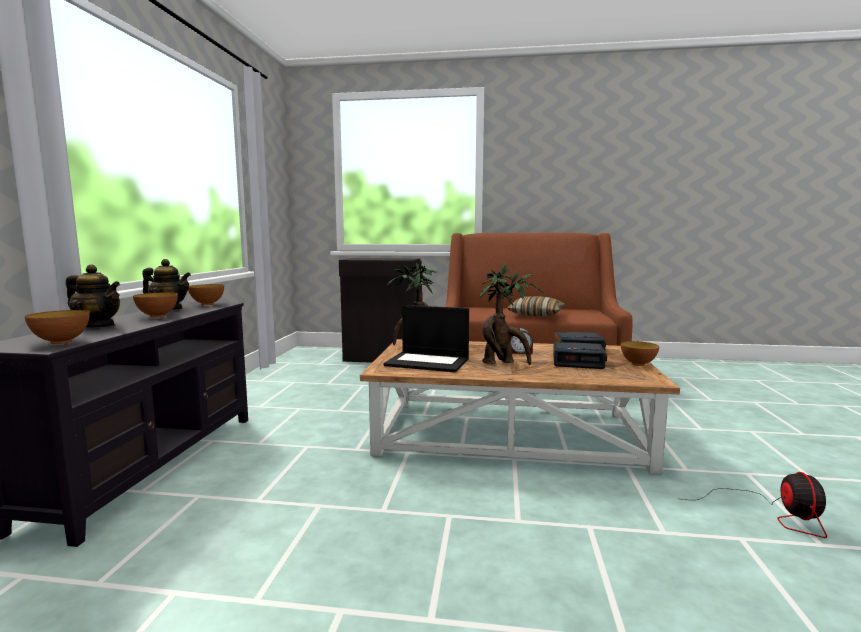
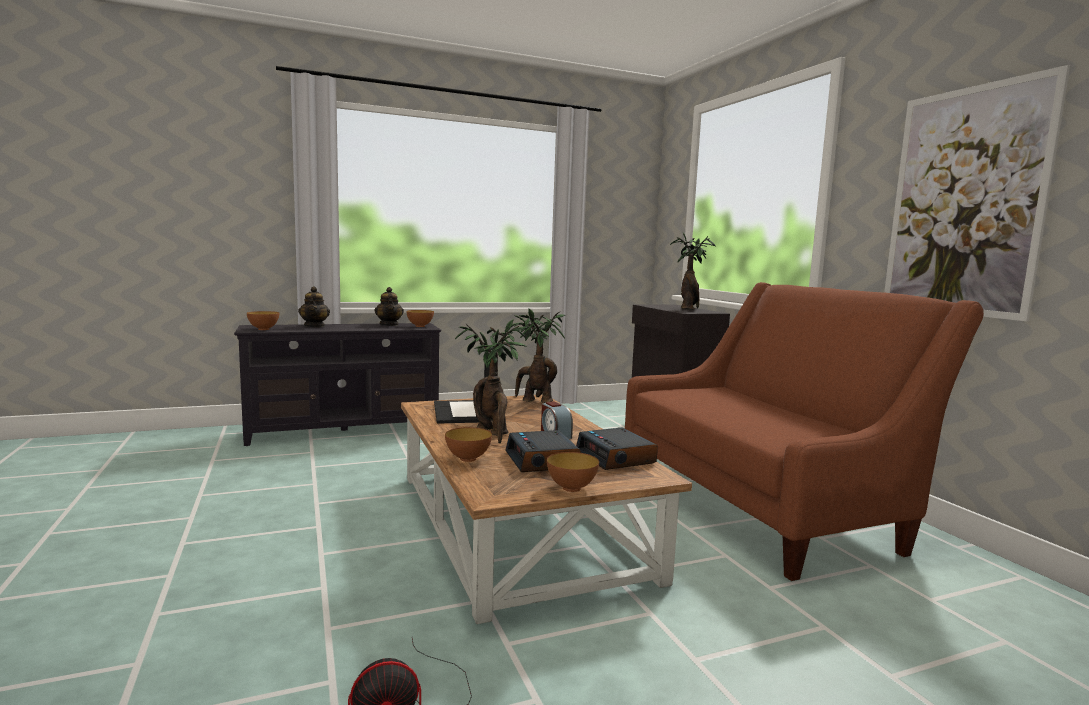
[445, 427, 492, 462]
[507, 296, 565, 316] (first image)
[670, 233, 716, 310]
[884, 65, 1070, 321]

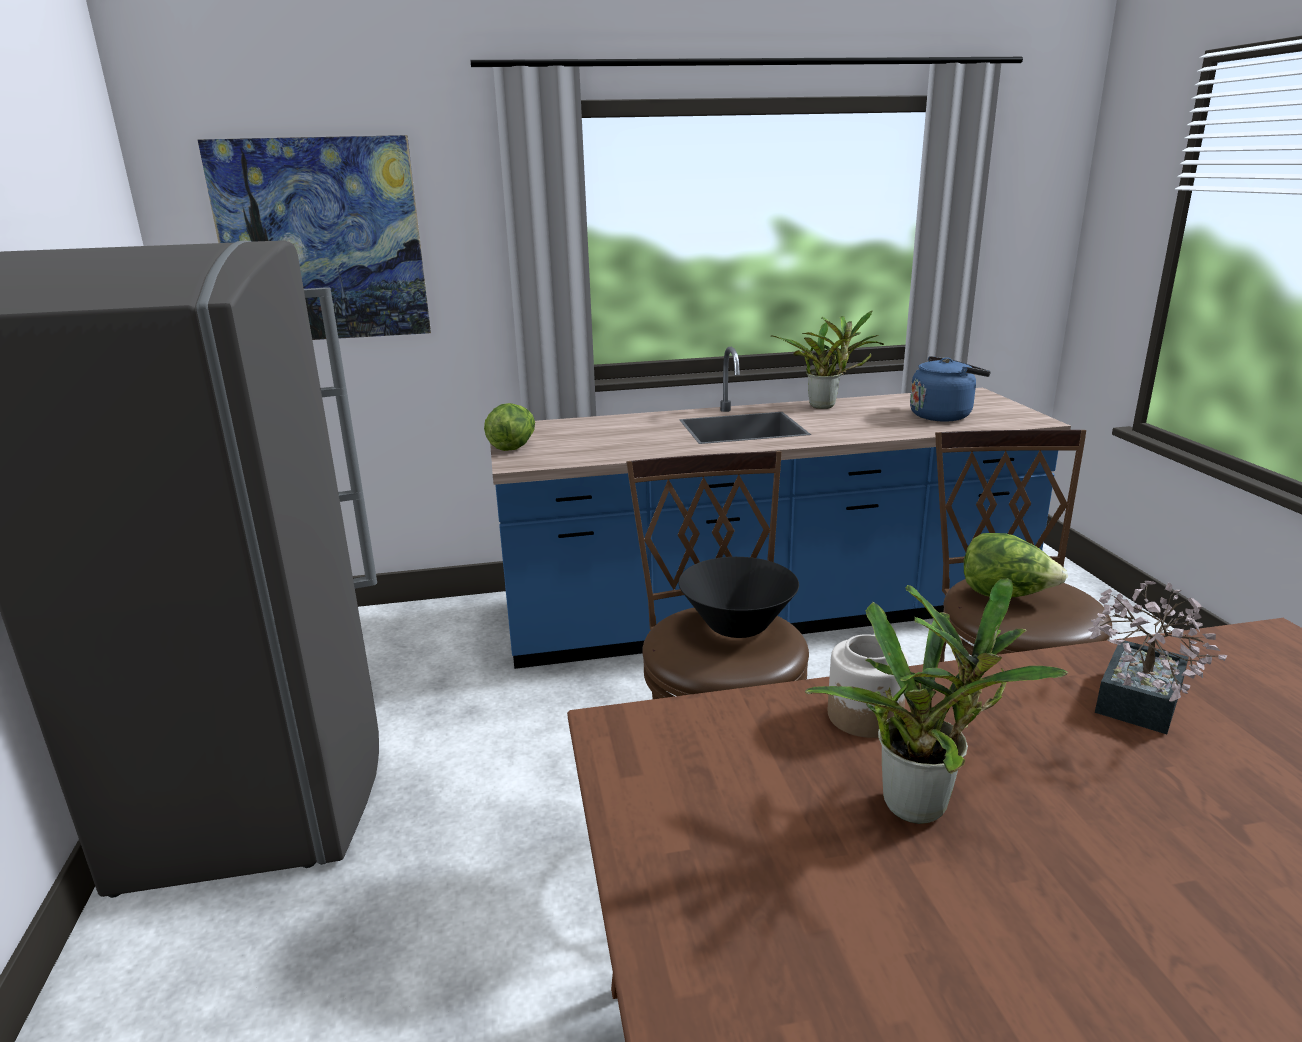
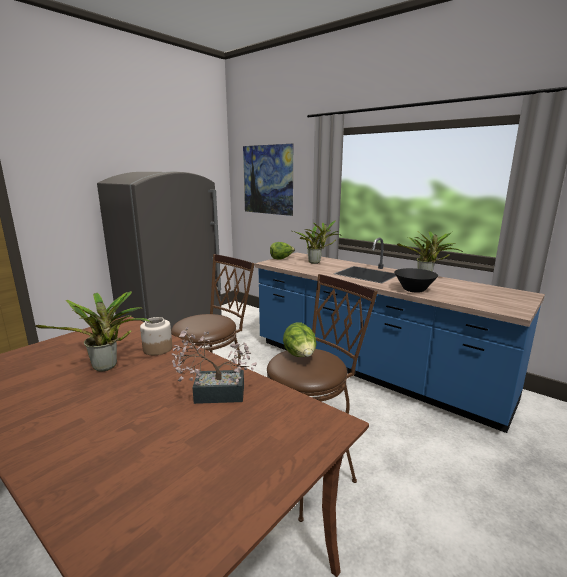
[394, 268, 438, 293]
[910, 356, 991, 421] (first image)
[293, 220, 341, 264]

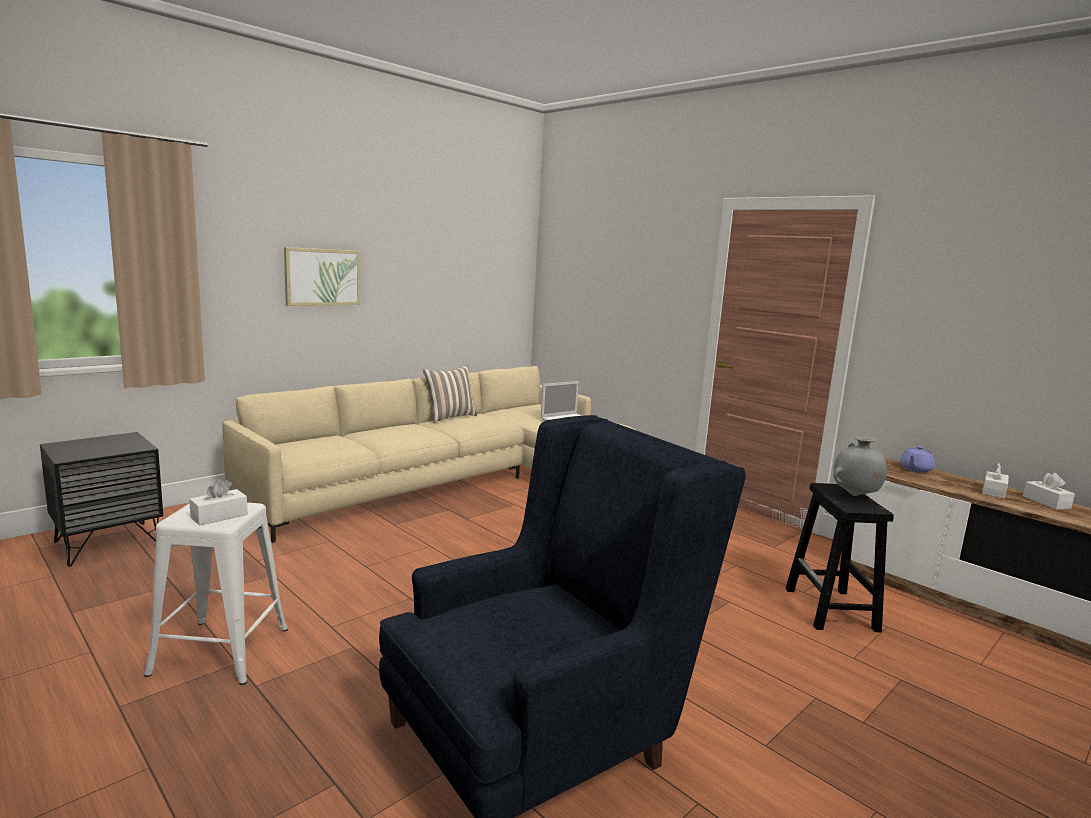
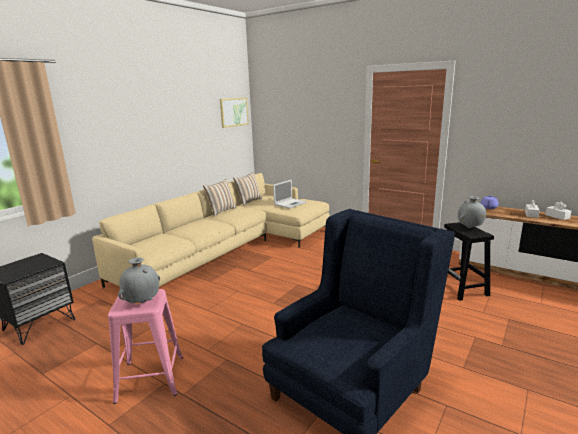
[108, 289, 183, 404]
[118, 257, 160, 303]
[220, 98, 249, 128]
[233, 172, 262, 206]

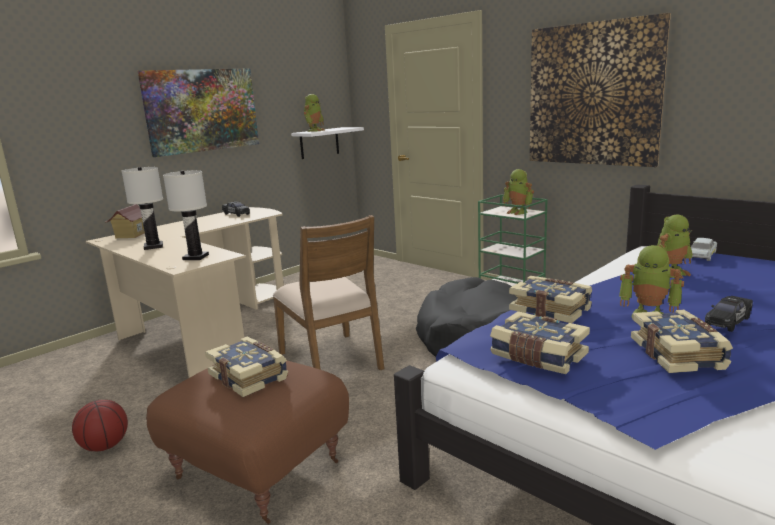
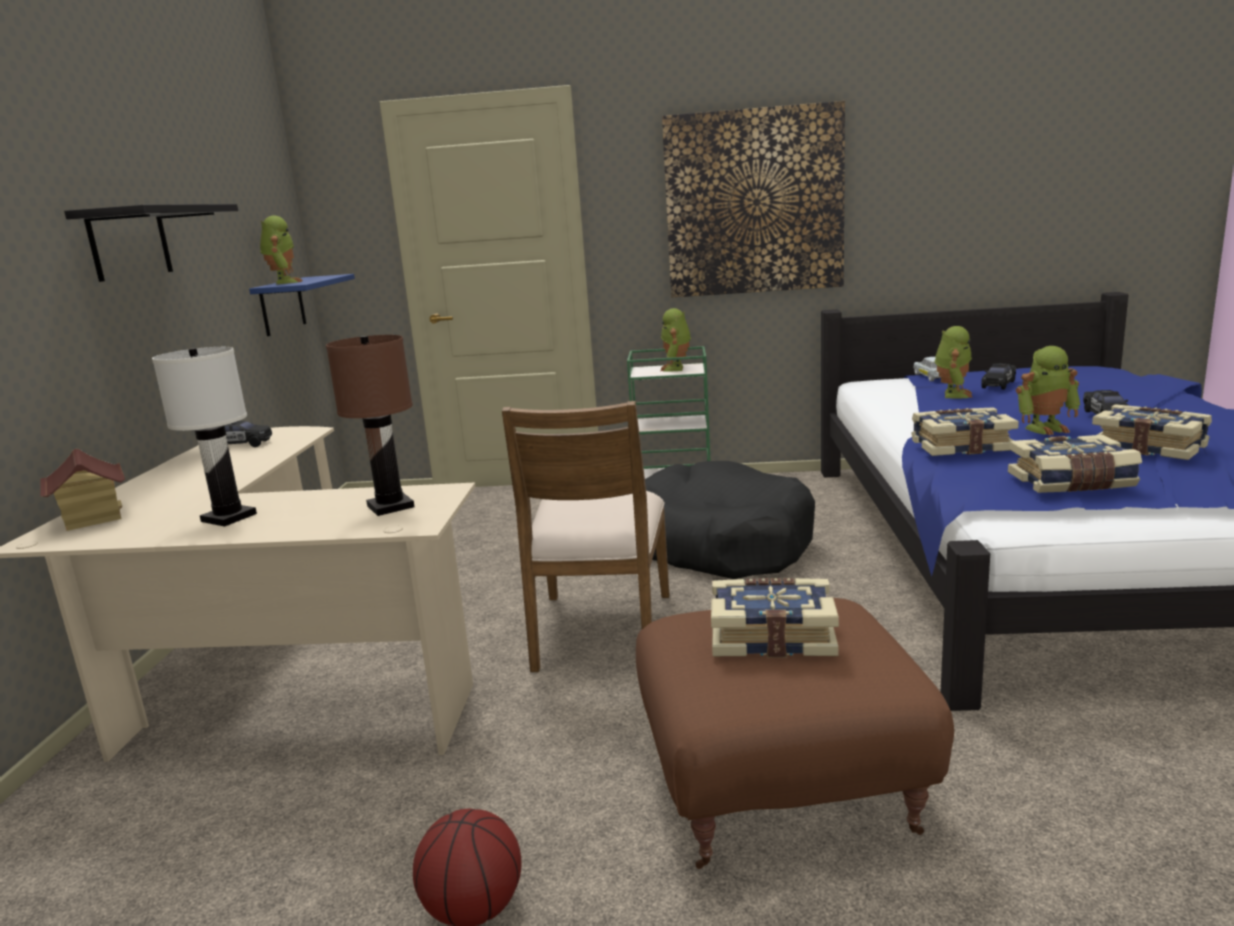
[64, 204, 238, 282]
[326, 335, 415, 516]
[502, 401, 669, 672]
[249, 274, 355, 336]
[660, 308, 691, 372]
[981, 363, 1016, 390]

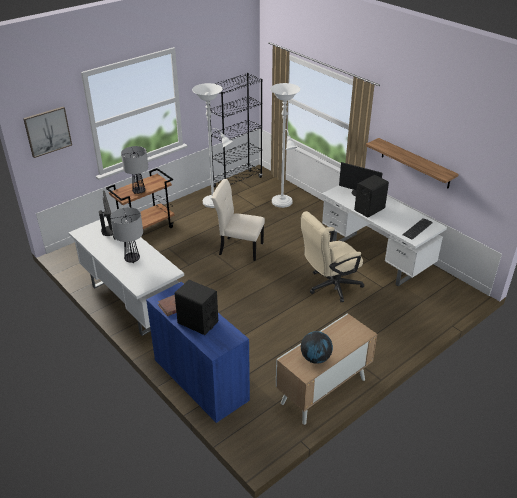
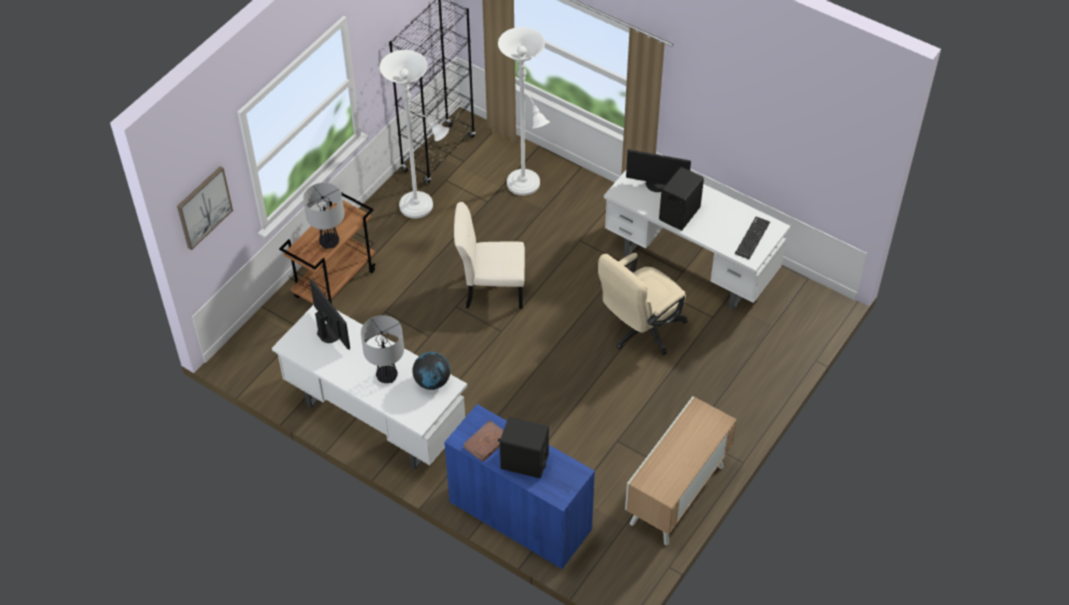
[412, 352, 450, 390]
[366, 138, 459, 189] (first image)

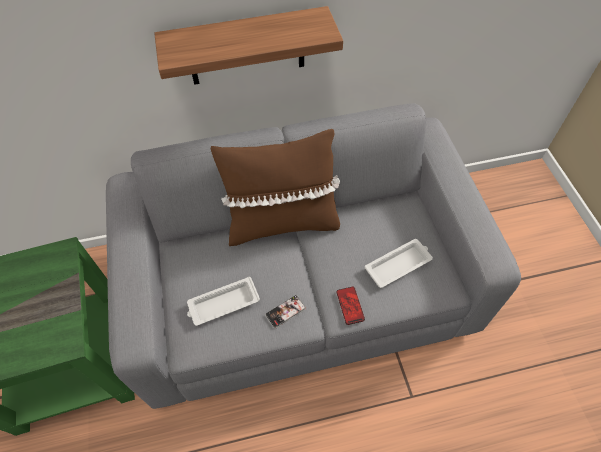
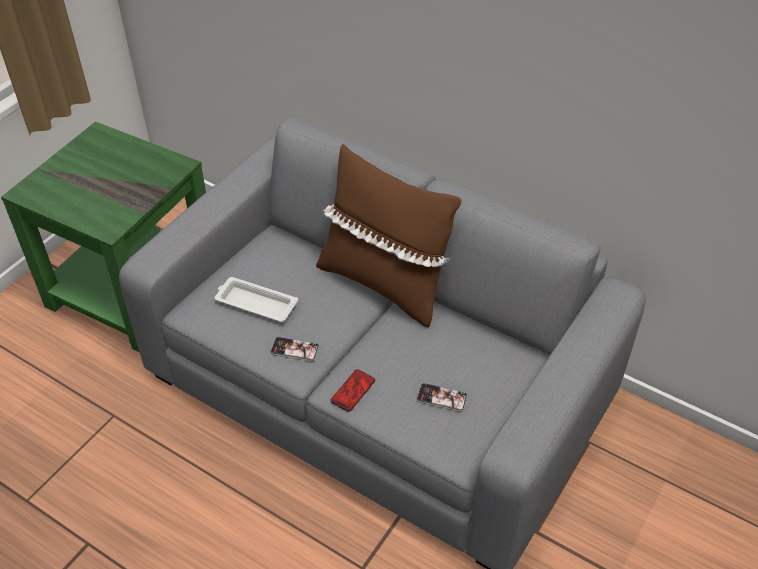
[154, 6, 343, 85] (first image)
[416, 383, 468, 412]

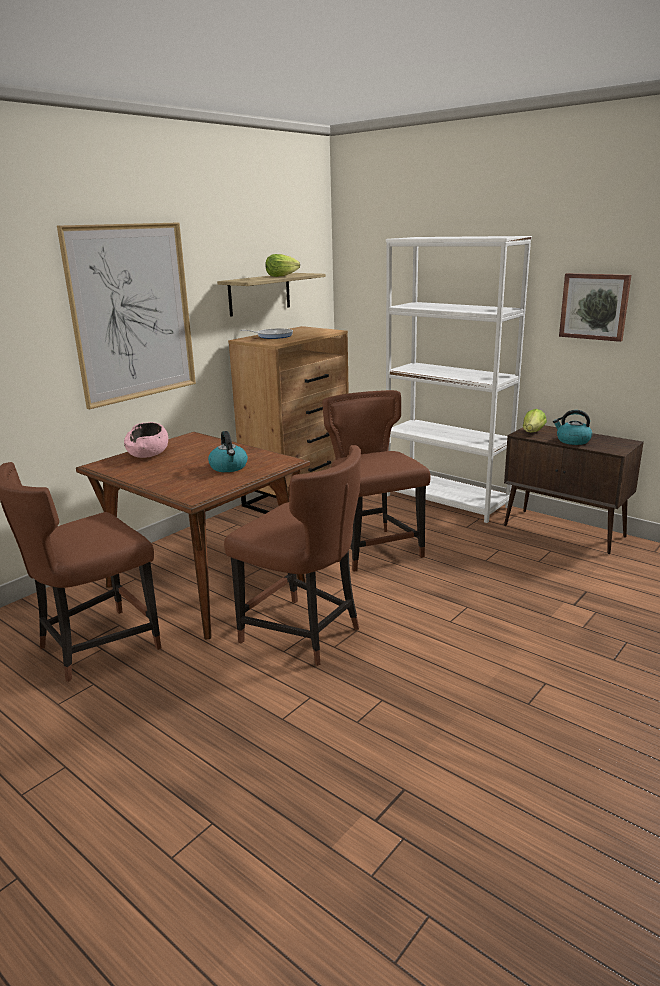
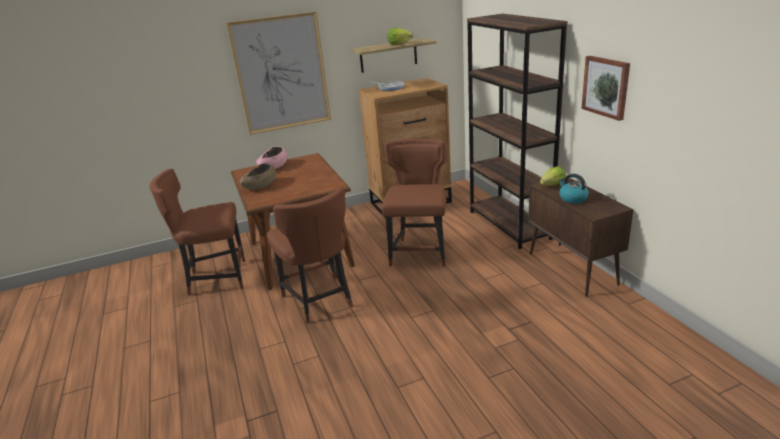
[208, 431, 248, 472] (first image)
[467, 14, 568, 249]
[240, 163, 276, 189]

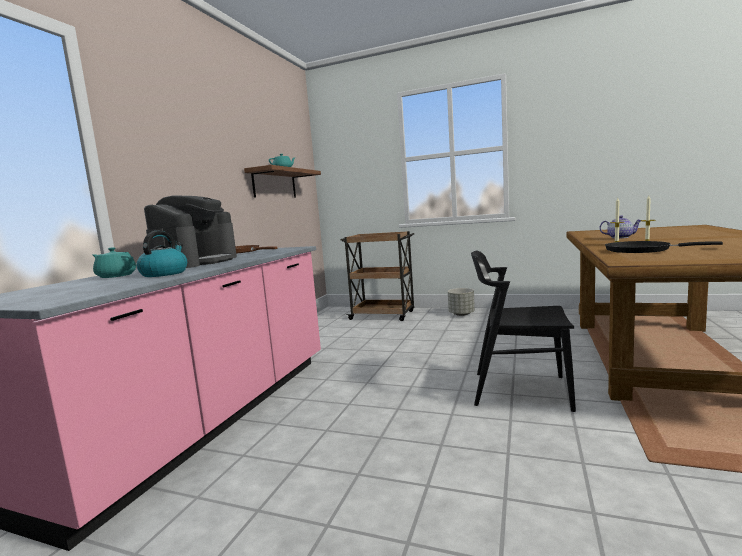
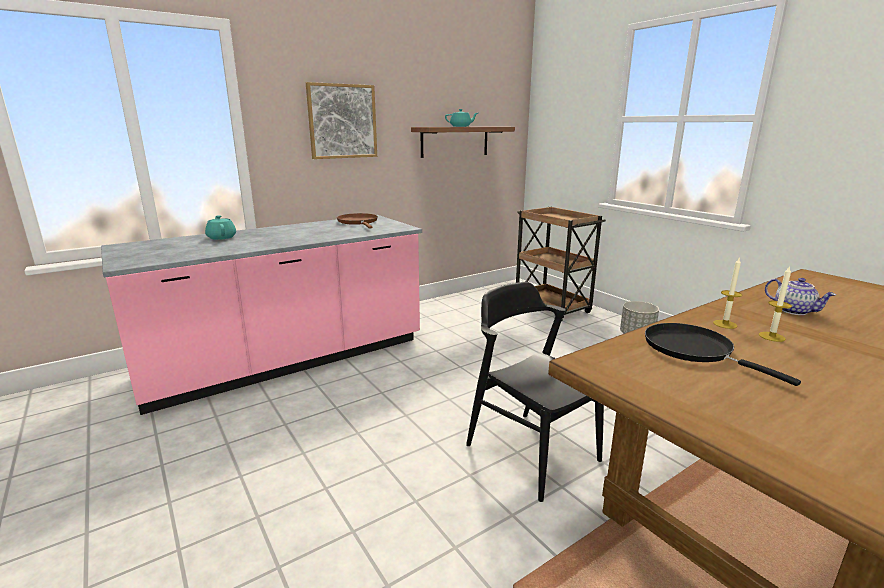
[136, 230, 187, 277] (first image)
[144, 195, 237, 268] (first image)
[306, 82, 377, 159]

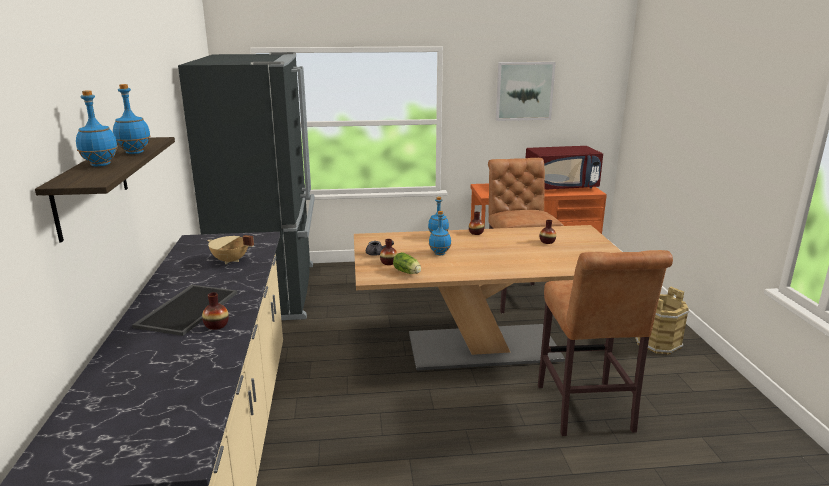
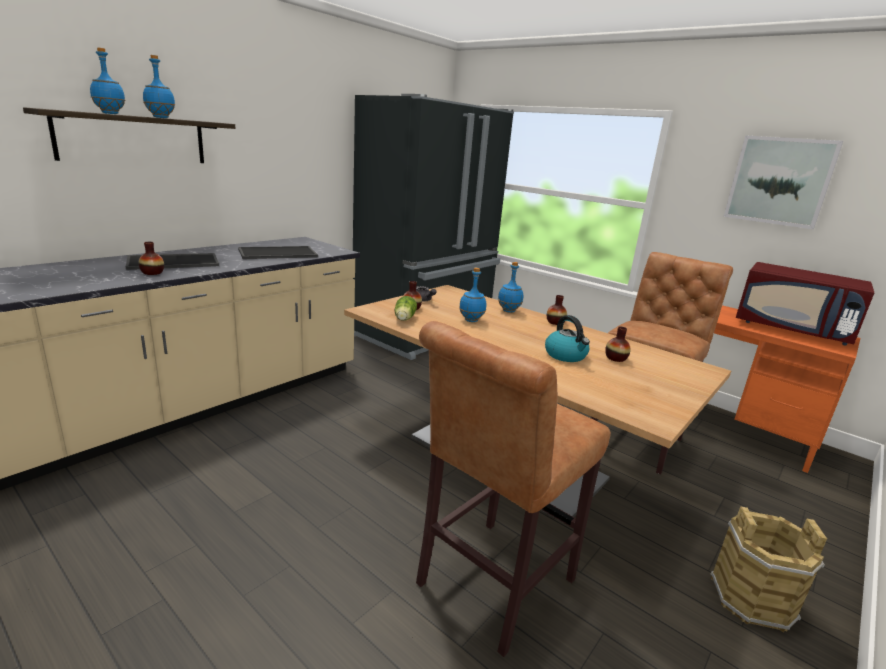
[238, 246, 318, 259]
[545, 315, 590, 362]

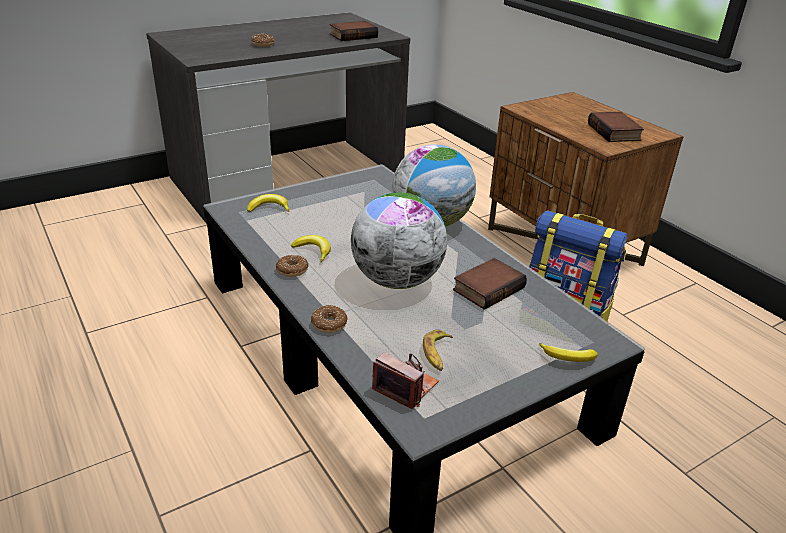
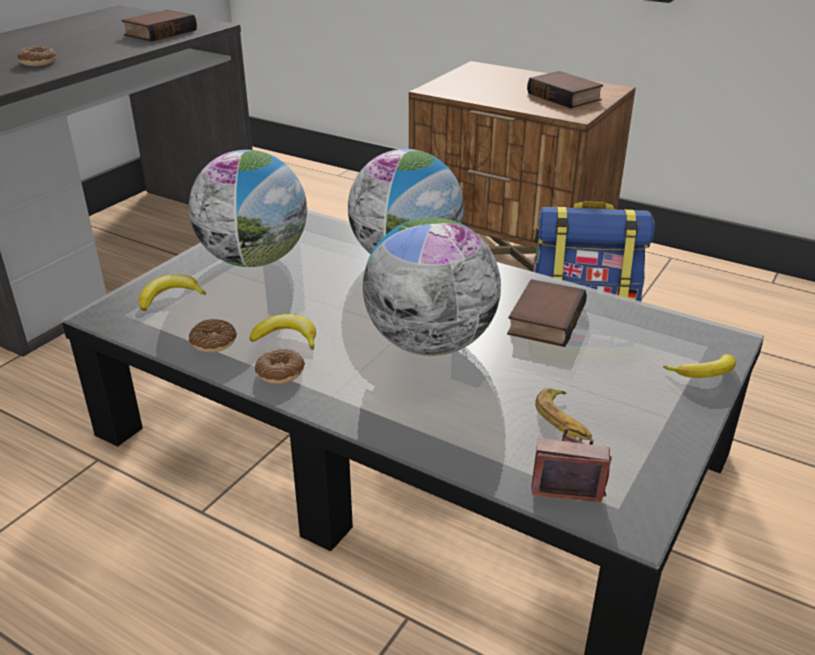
[189, 319, 237, 353]
[189, 150, 307, 267]

